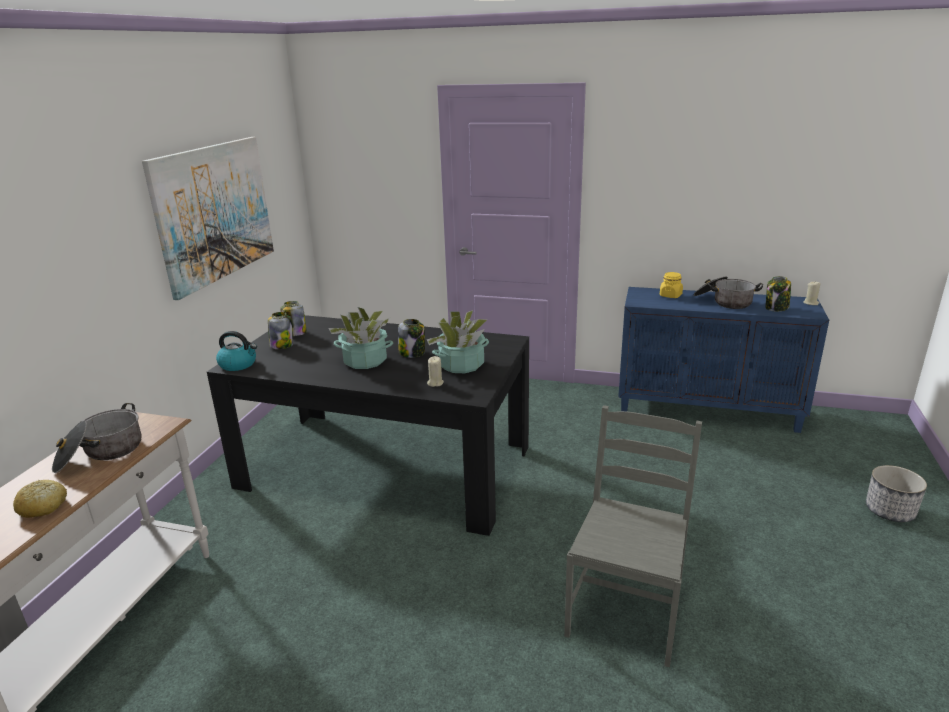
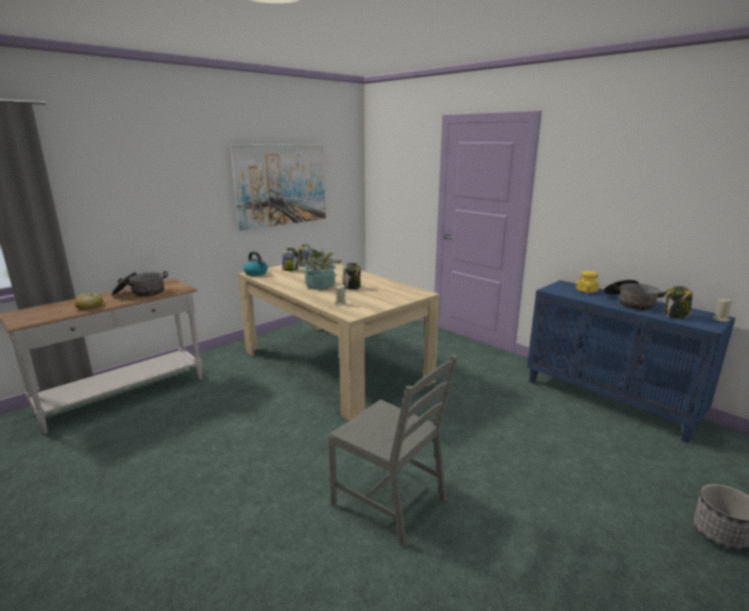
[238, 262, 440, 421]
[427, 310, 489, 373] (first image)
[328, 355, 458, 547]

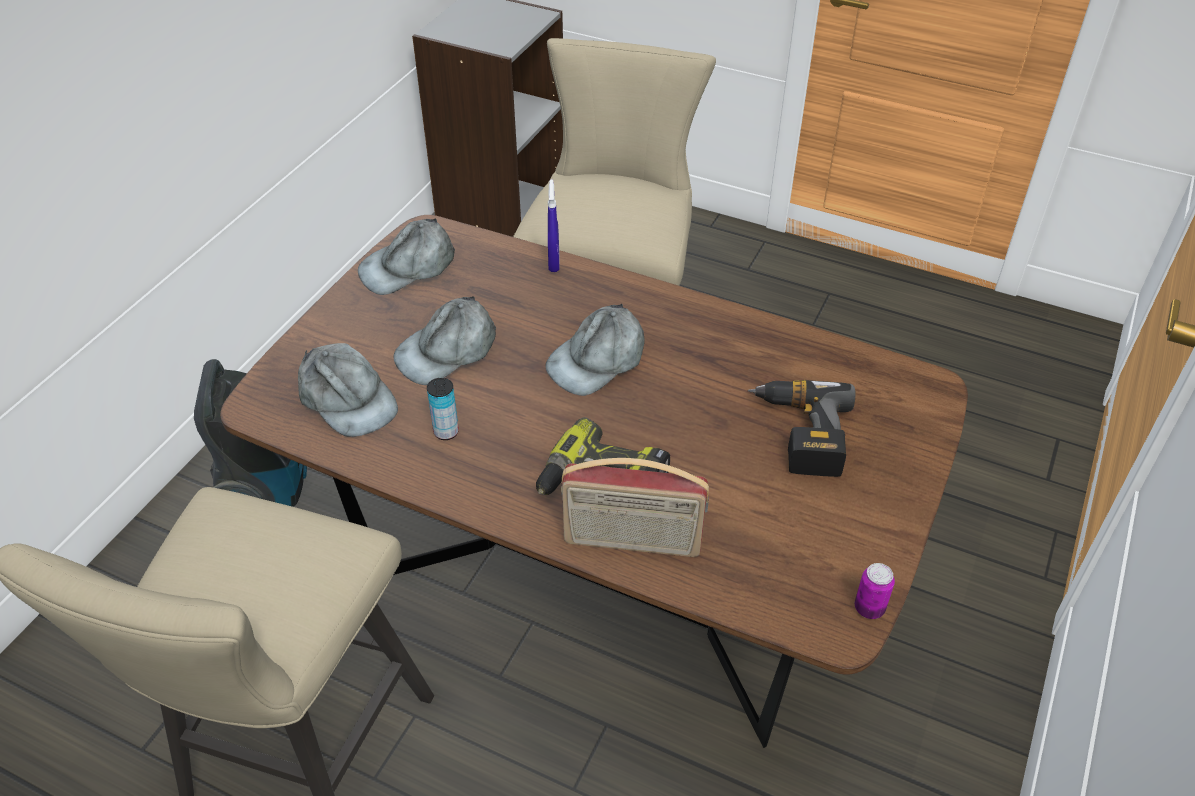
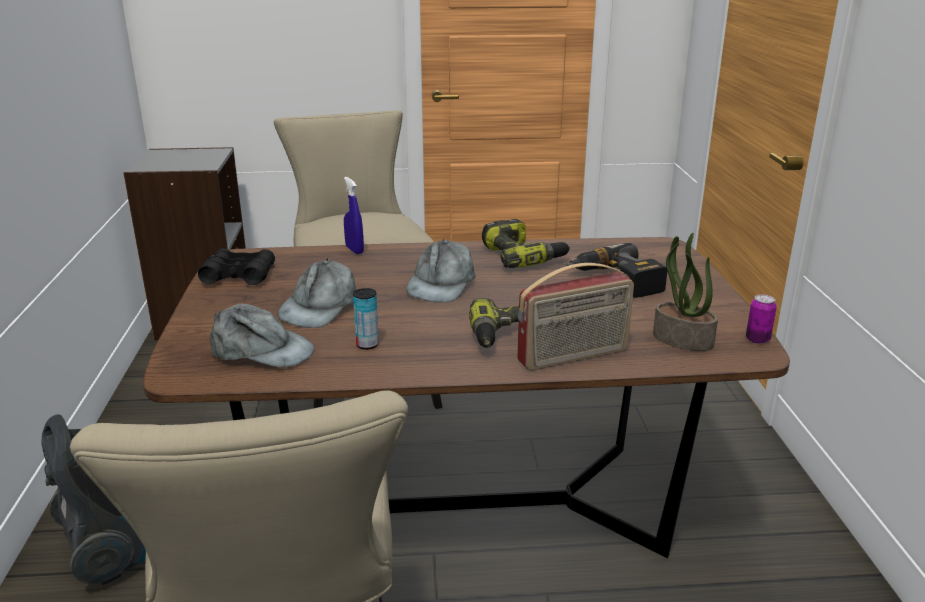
[198, 248, 275, 285]
[482, 219, 570, 268]
[653, 233, 718, 351]

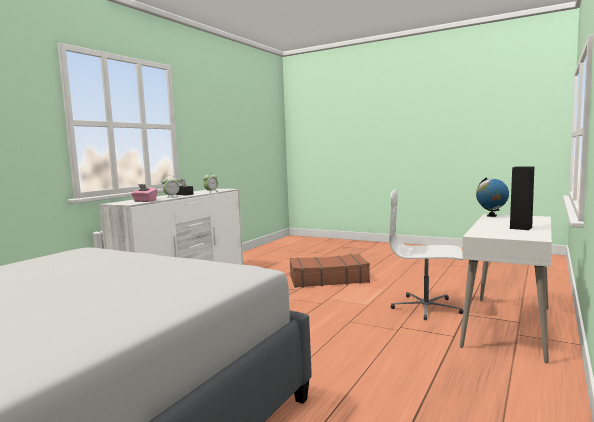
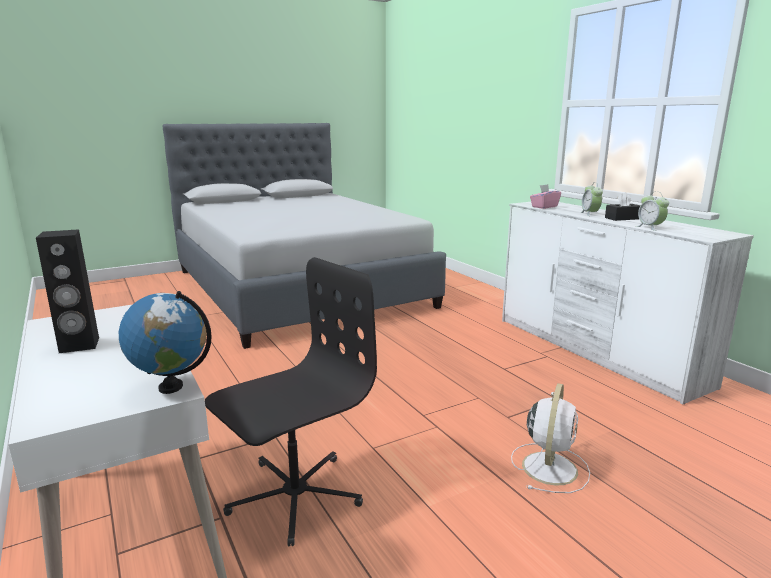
[511, 383, 590, 493]
[205, 257, 377, 547]

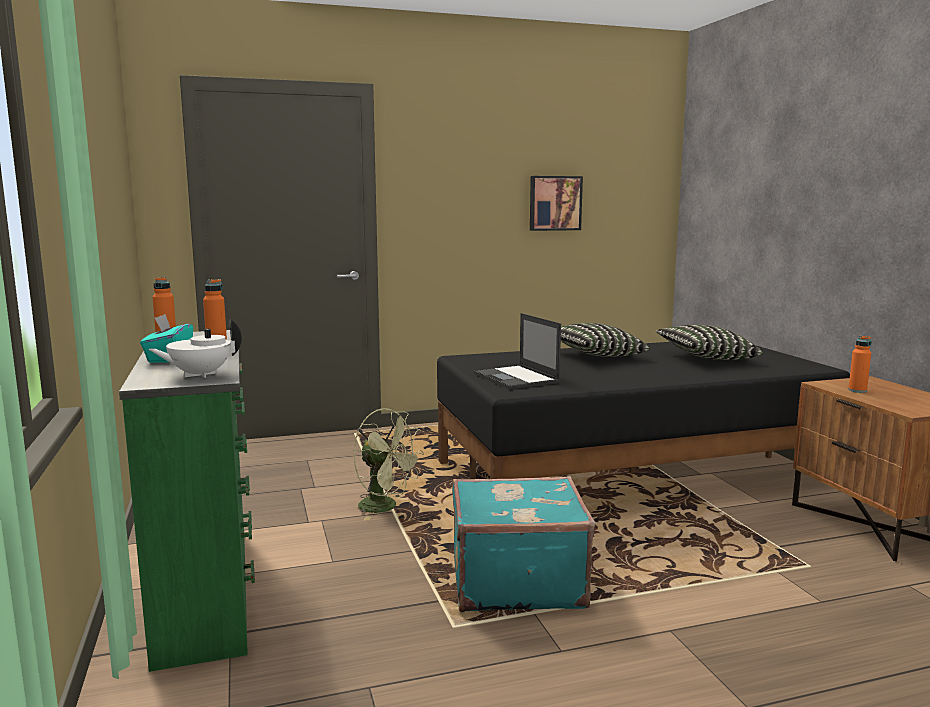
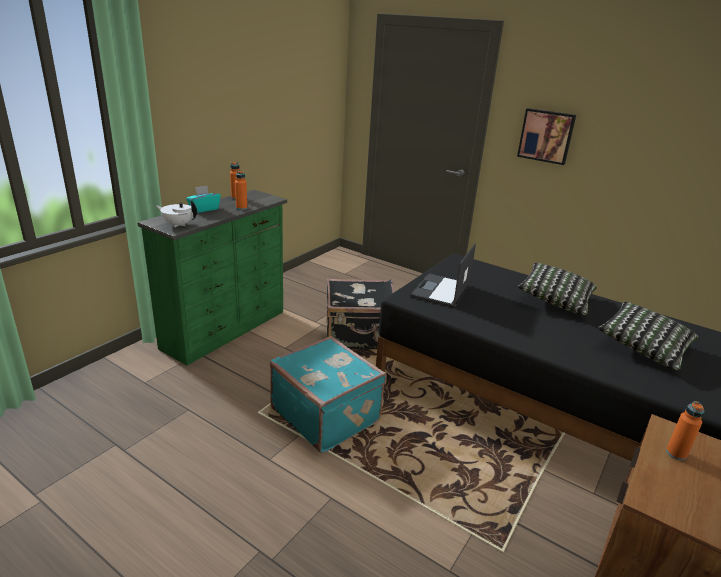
[327, 279, 394, 349]
[517, 108, 576, 165]

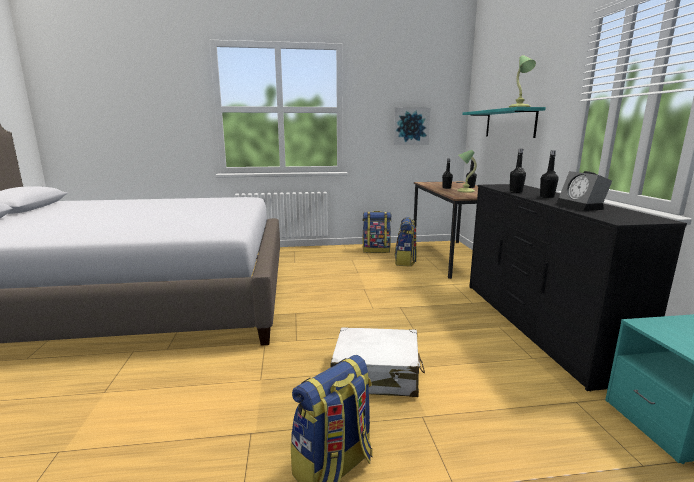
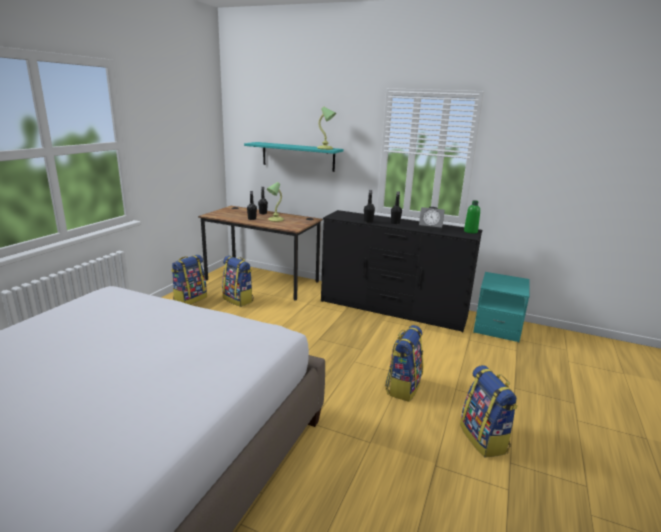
[385, 325, 423, 402]
[393, 107, 431, 145] (first image)
[464, 200, 480, 234]

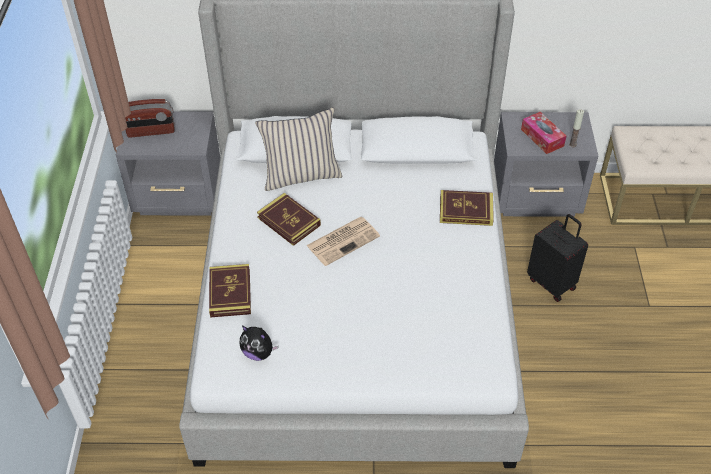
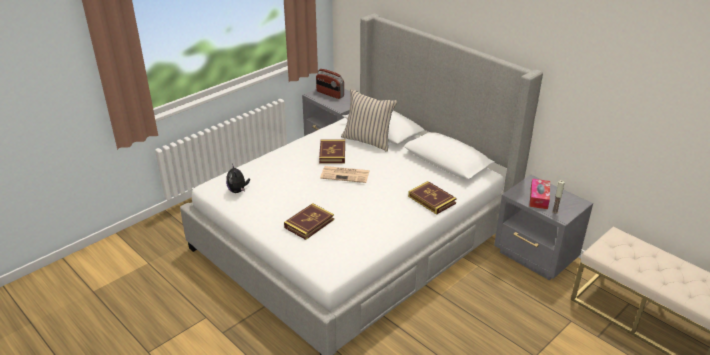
[284, 203, 334, 240]
[527, 214, 588, 302] (first image)

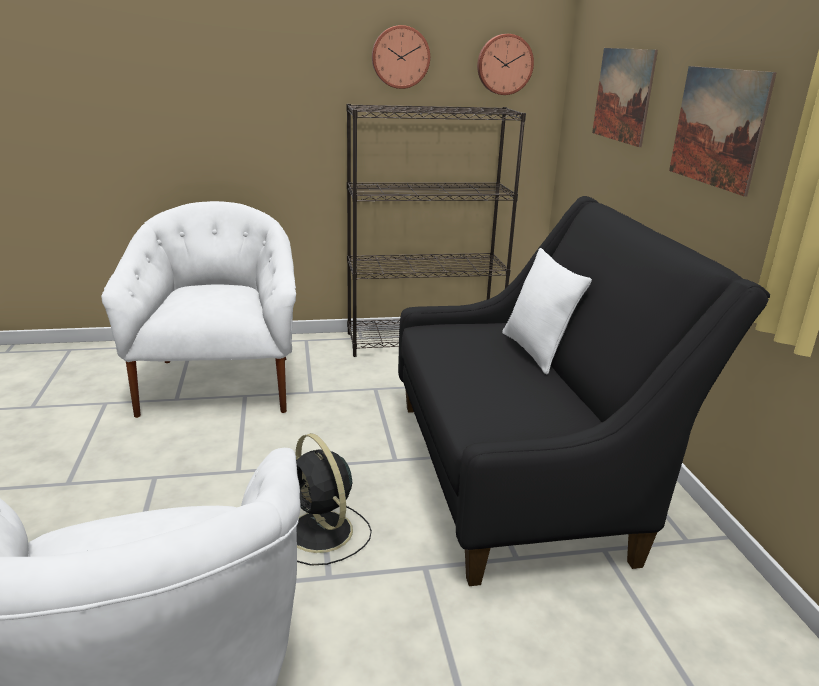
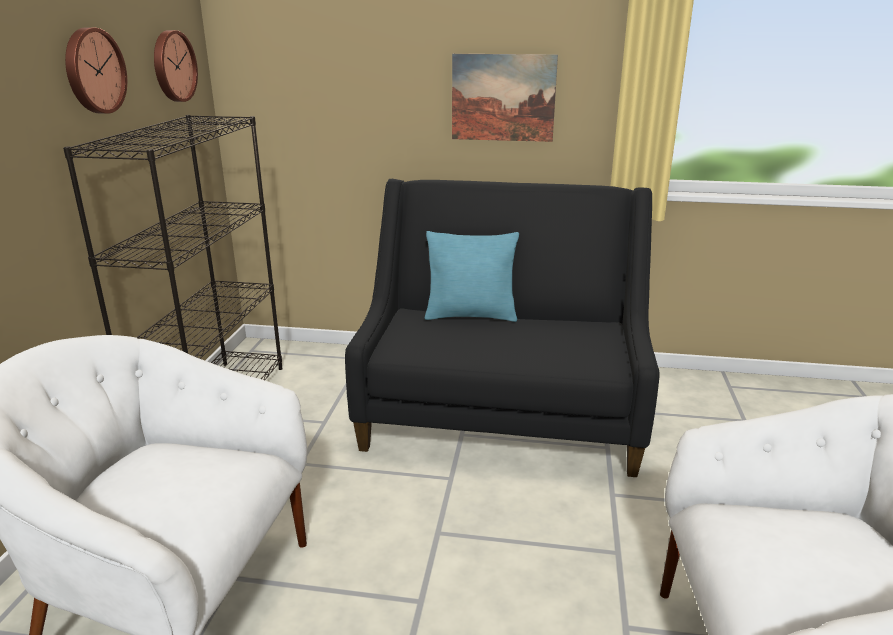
[296, 433, 372, 566] (first image)
[425, 231, 519, 322]
[592, 48, 658, 147] (first image)

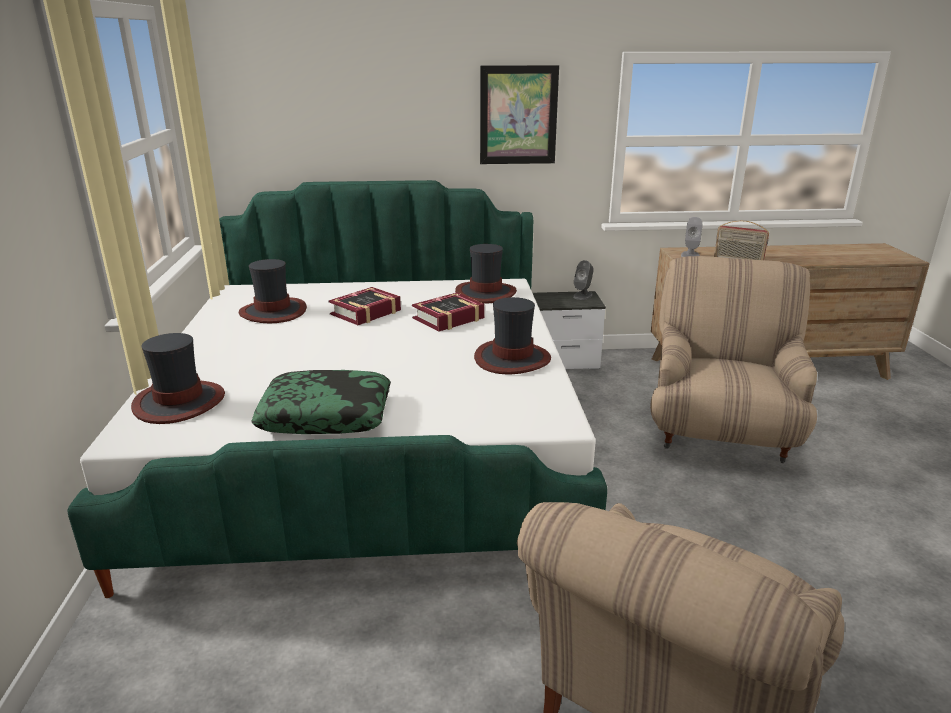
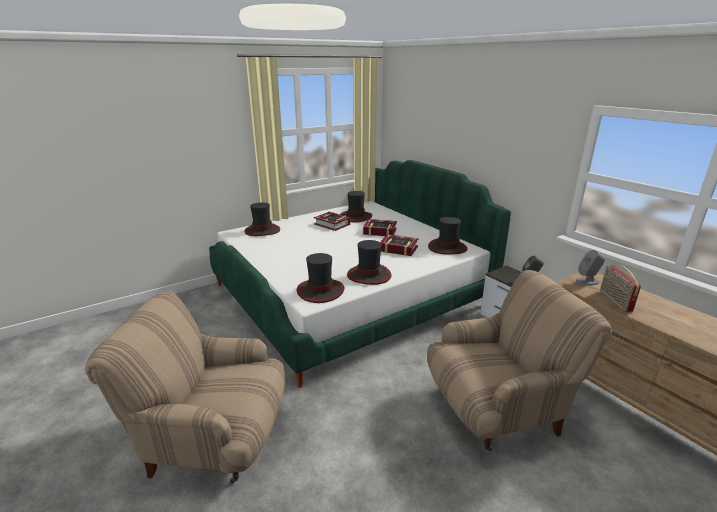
[251, 370, 391, 434] (first image)
[480, 65, 559, 164] (first image)
[296, 253, 344, 303]
[314, 212, 350, 231]

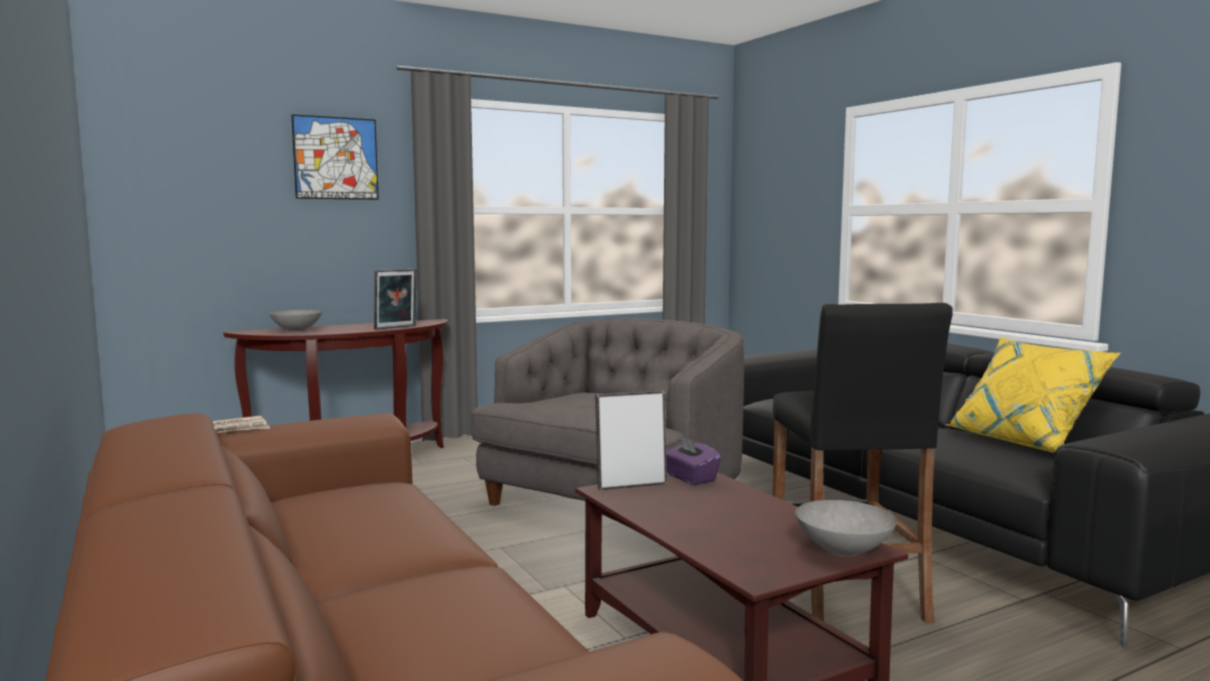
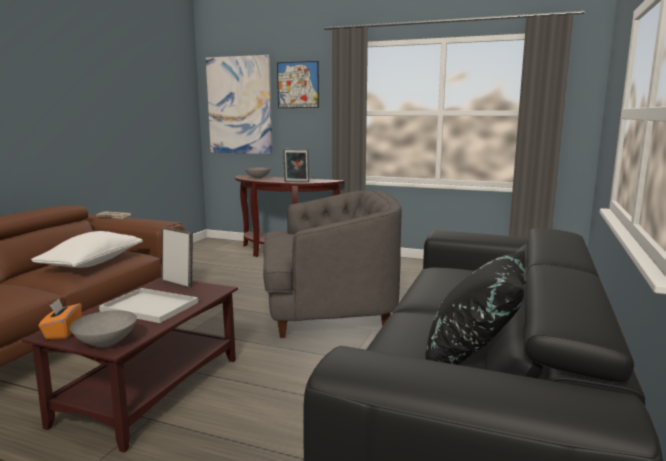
[666, 435, 721, 485] (first image)
[772, 303, 953, 623] (first image)
[426, 250, 525, 365]
[31, 231, 143, 268]
[38, 298, 82, 339]
[99, 288, 198, 323]
[206, 55, 272, 154]

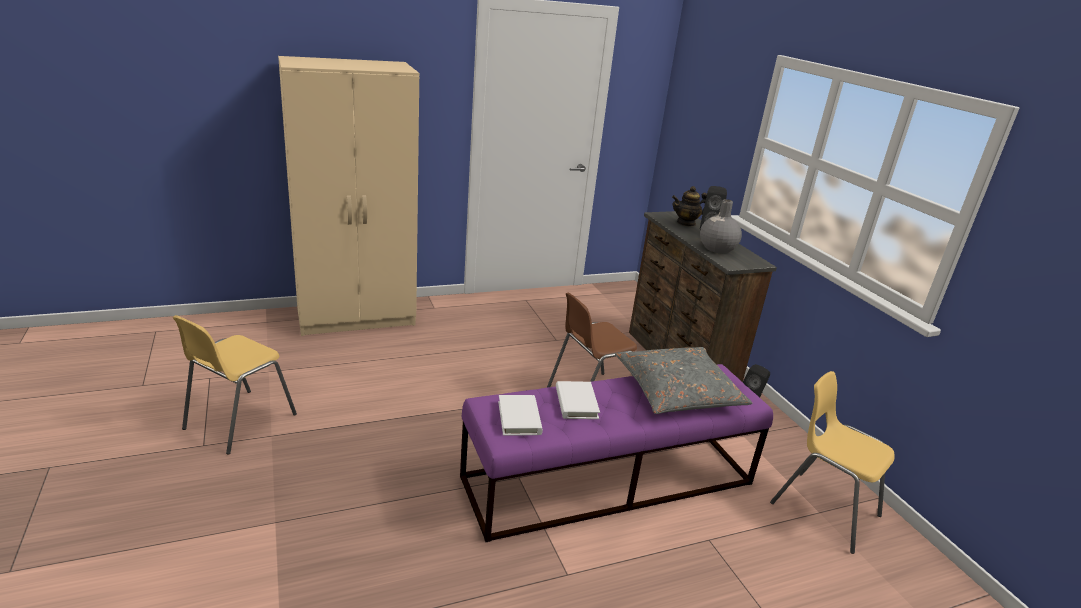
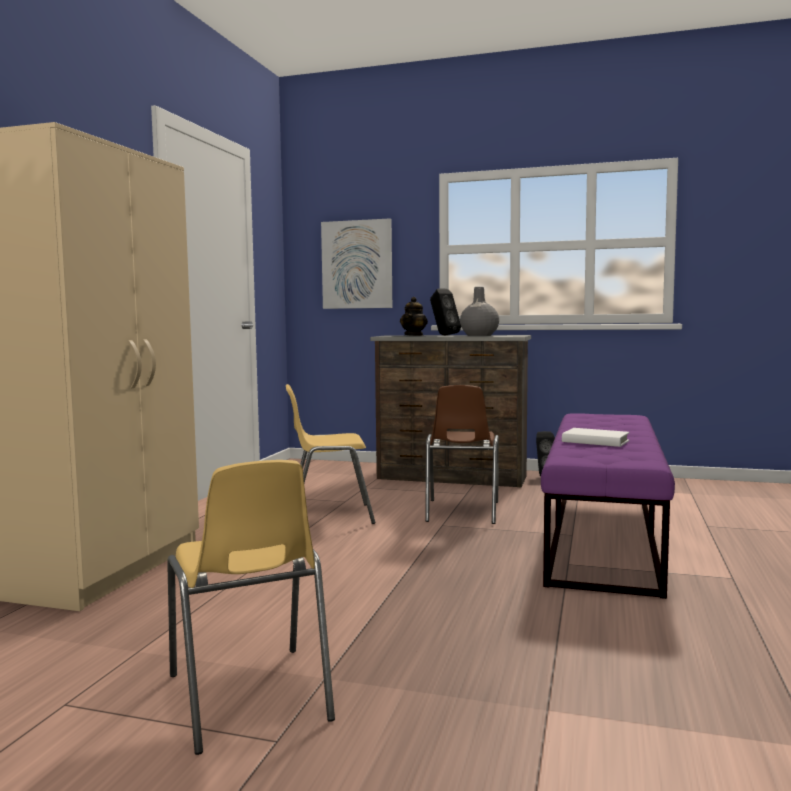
[498, 395, 543, 436] (first image)
[615, 347, 752, 414] (first image)
[286, 384, 375, 524]
[321, 218, 392, 309]

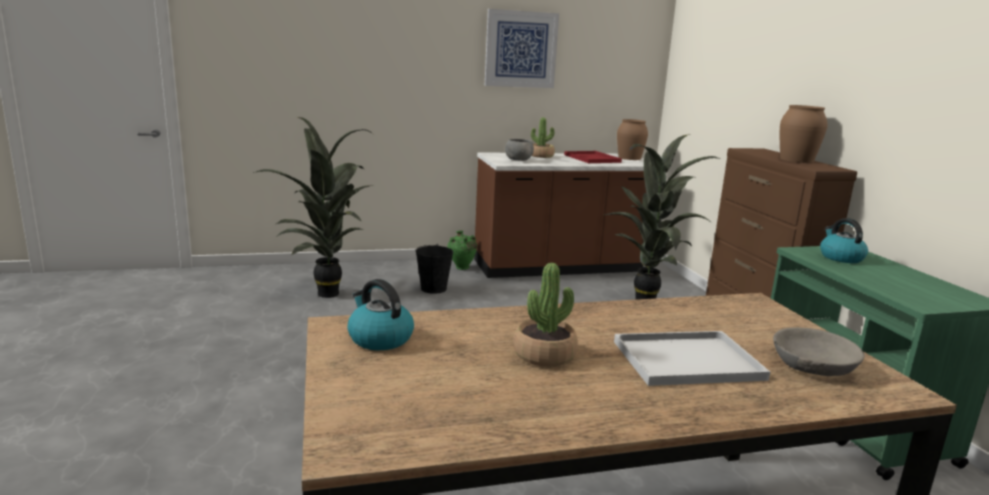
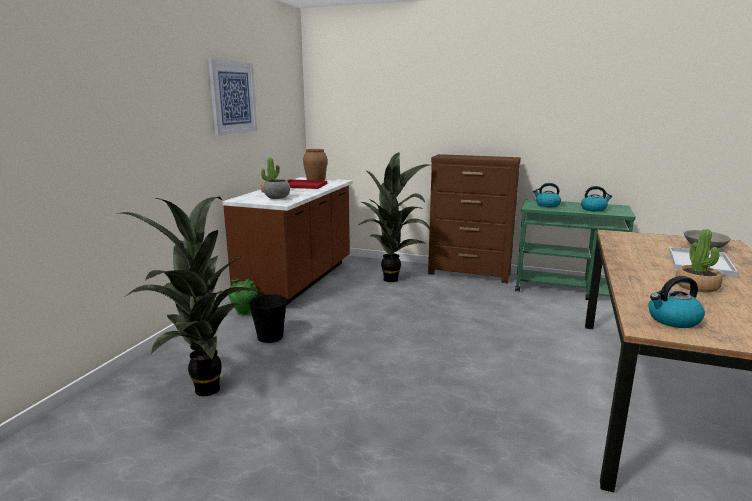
[780, 105, 827, 163] (first image)
[581, 186, 612, 212]

